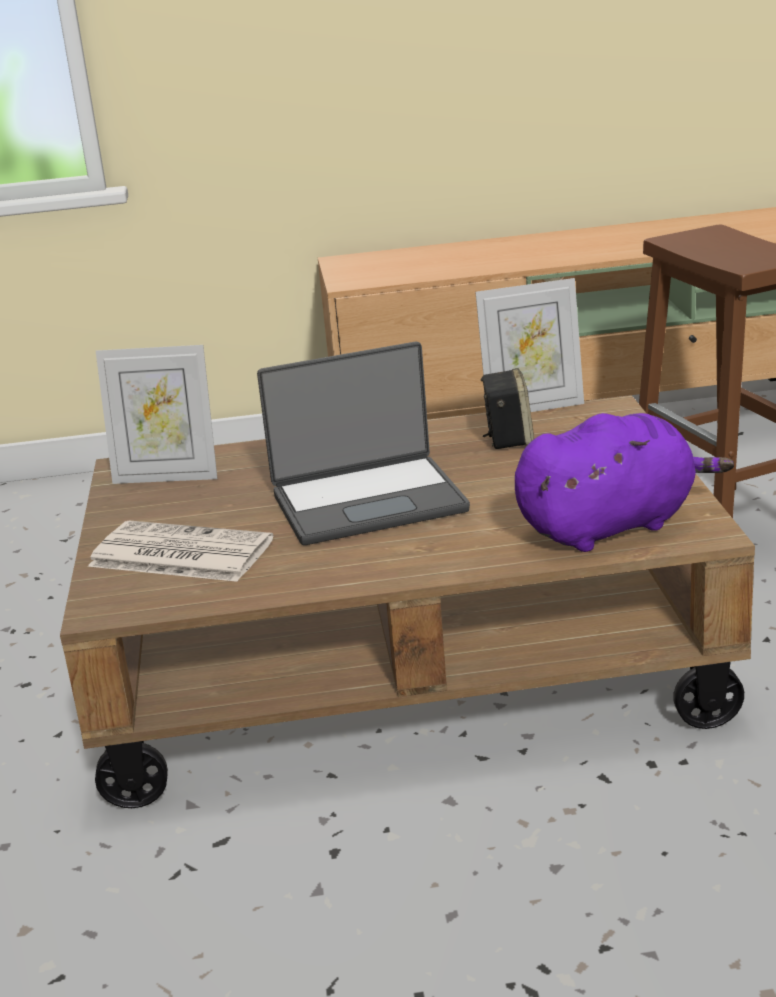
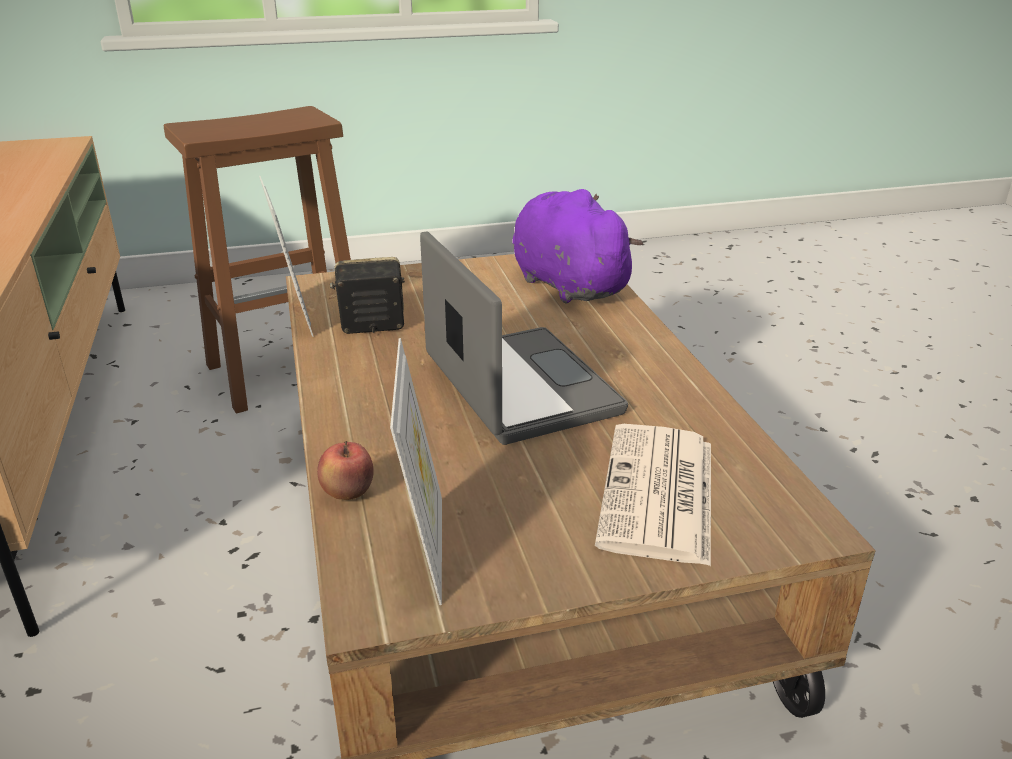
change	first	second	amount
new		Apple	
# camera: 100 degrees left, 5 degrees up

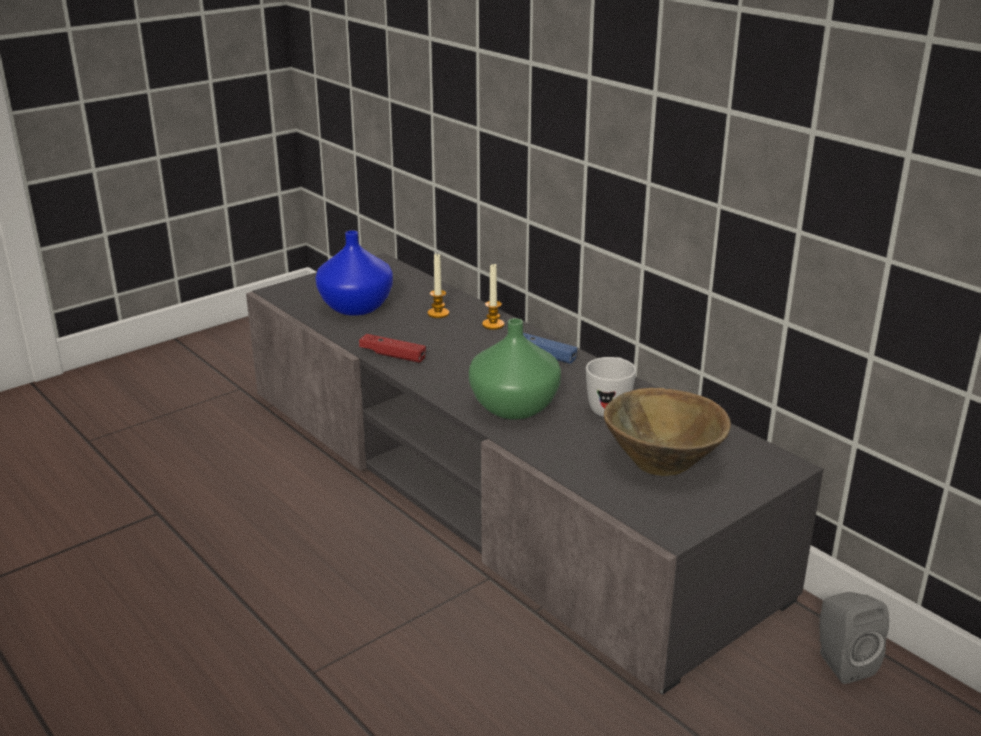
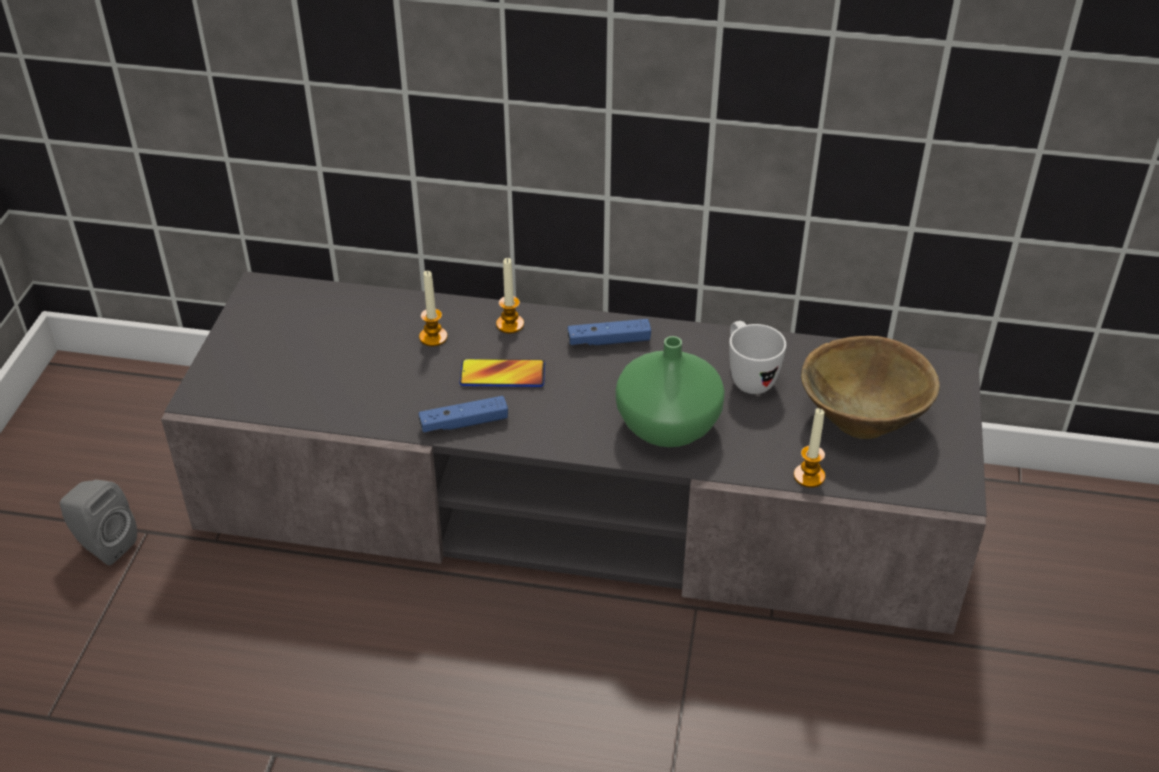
change	first	second	amount
gone	BlueVase		
new		Phone	
new		Candle (no. 3 from left)	
shifted	GreySpeaker		
repainted	RedGameController	BlueGameController (no. 1 from left)	
# camera: 40 degrees left, 15 degrees up

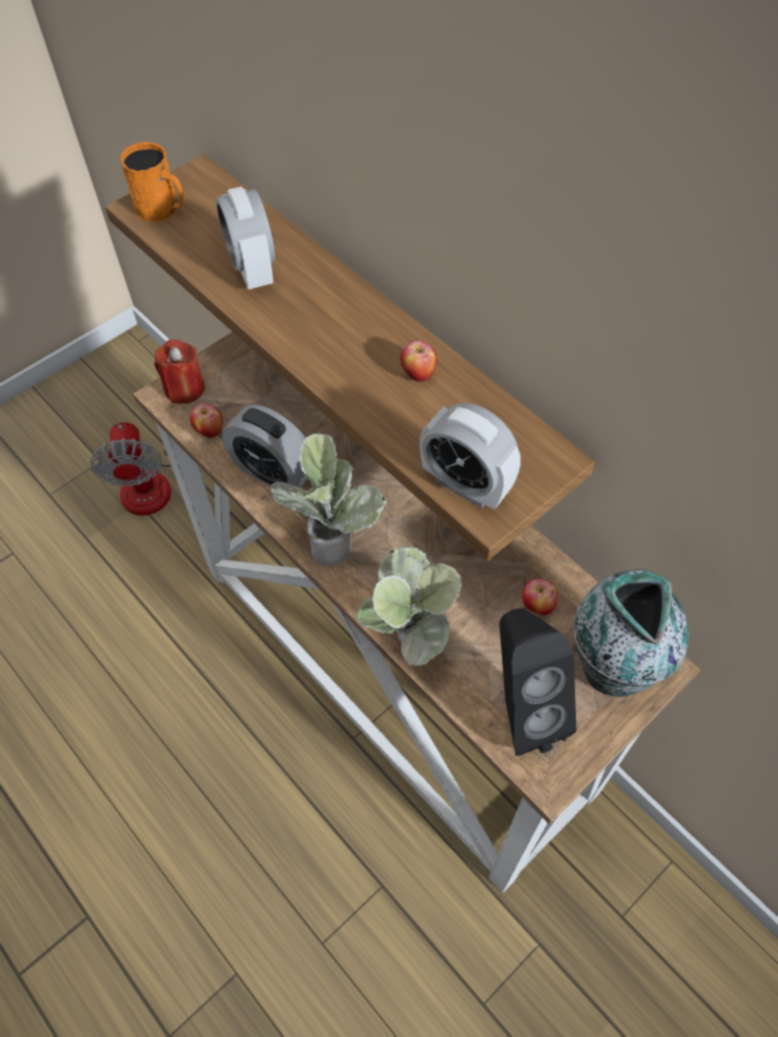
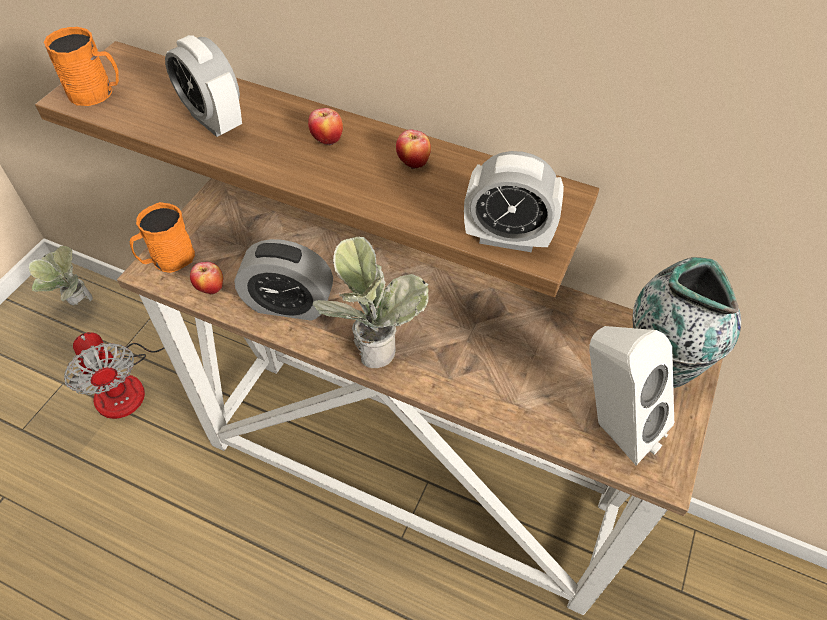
change	first	second	amount
shifted	PottedPlant (no. 2 from left in the first image)	PottedPlant (no. 1 from left)	
shifted	Apple (no. 3 from left in the first image)	Apple (no. 2 from left)	
swapped	RedCandle	OrangeMug (no. 2 from left)	
repainted	BlackSpeaker	WhiteSpeaker	
# camera: 25 degrees left, 5 degrees down

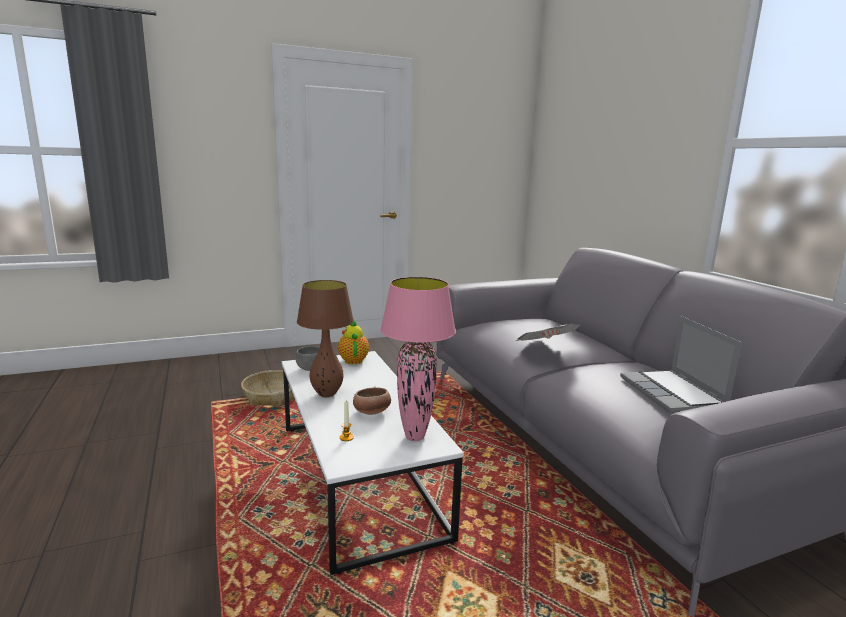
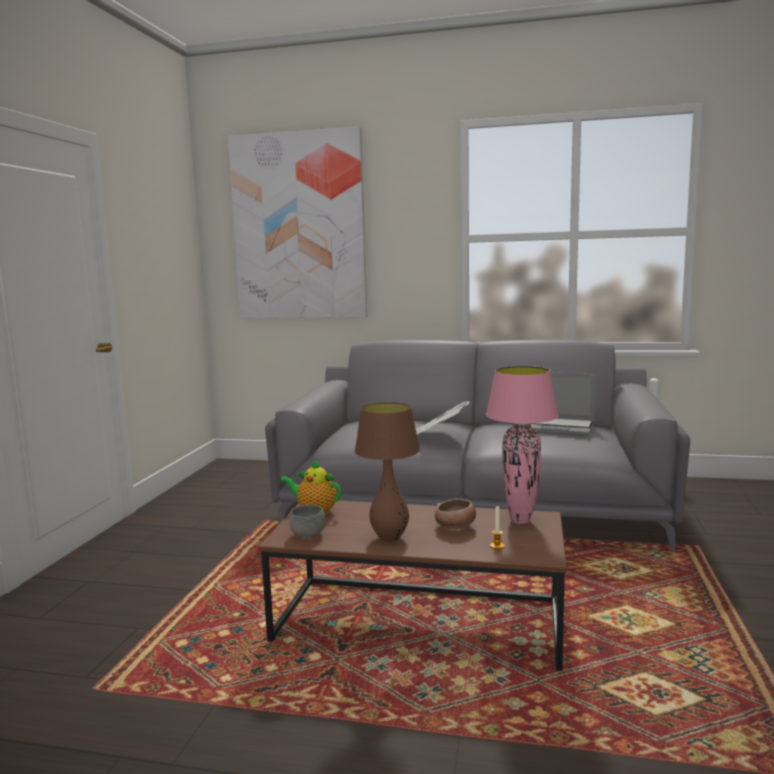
change	first	second	amount
gone	Basket		
new		Picture	
repainted	WhiteCoffeeTable	BrownCoffeeTable	
# camera: 55 degrees left, 5 degrees down

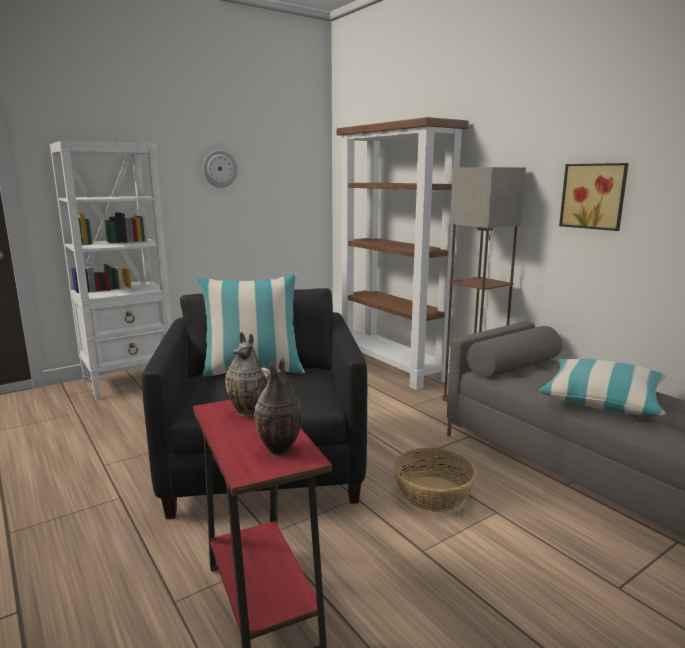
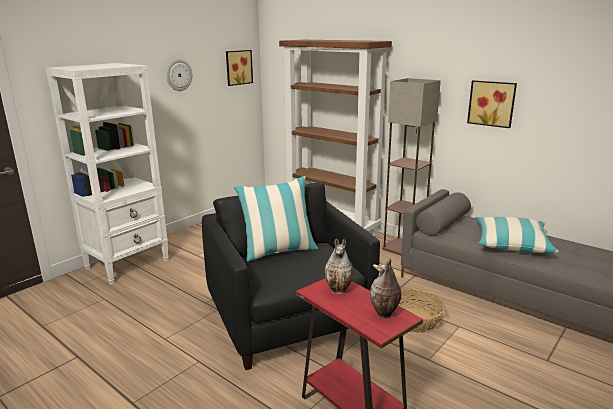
change	first	second	amount
new		Picture (no. 1 from left)	
# camera: 15 degrees left, 5 degrees up

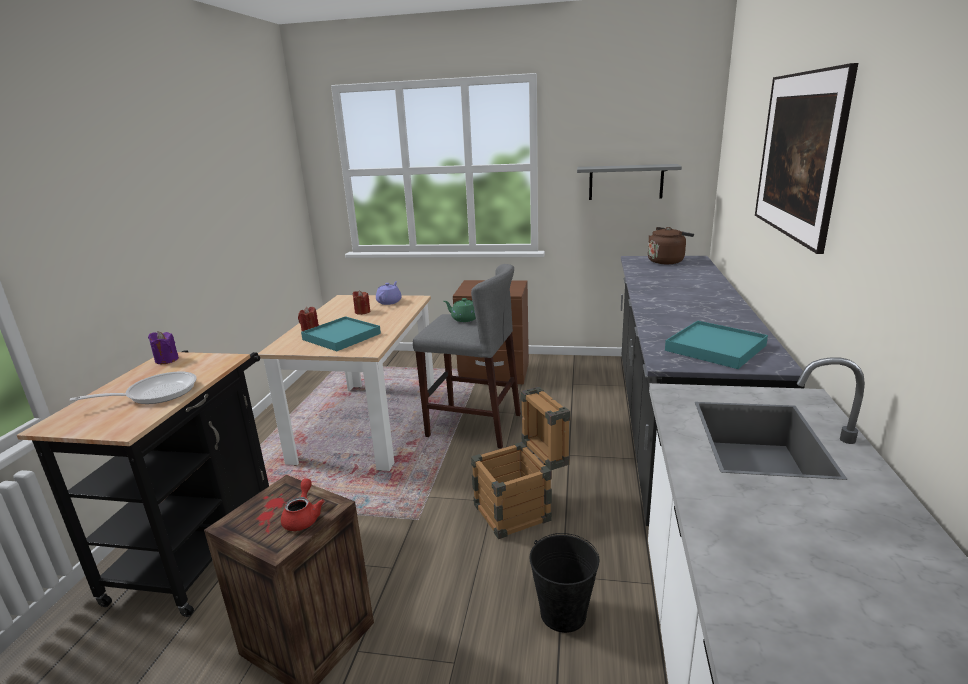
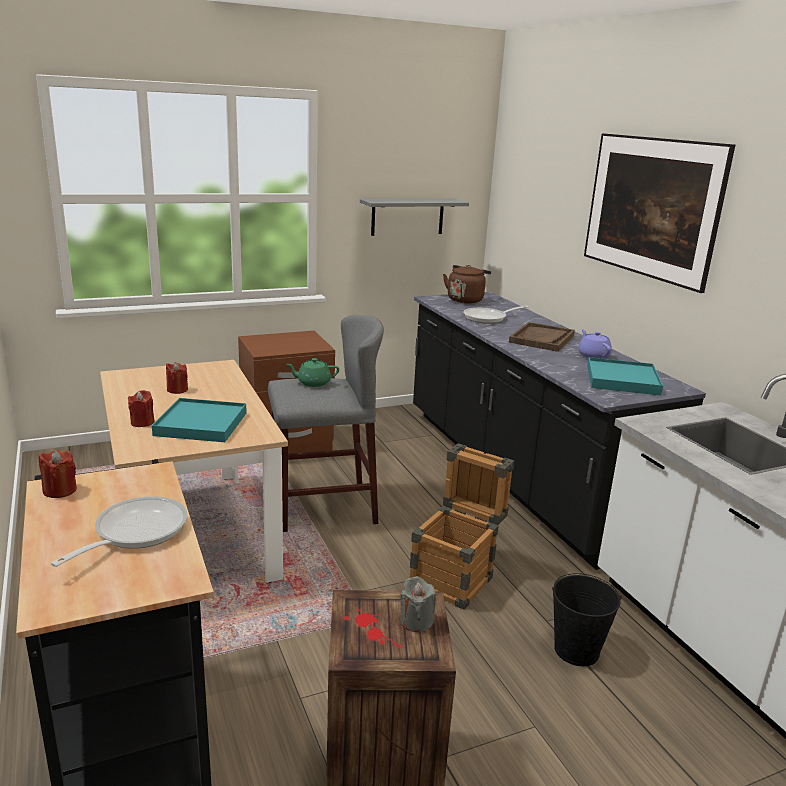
change	first	second	amount
new		FryingPan (no. 2 from left)	
new		BrownTray	
shifted	PurpleTeapot		
swapped	RedTeapot	GreyCandle	
repainted	PurpleCandle	RedCandle (no. 1 from left)	
# camera: 35 degrees left, 0 degrees up

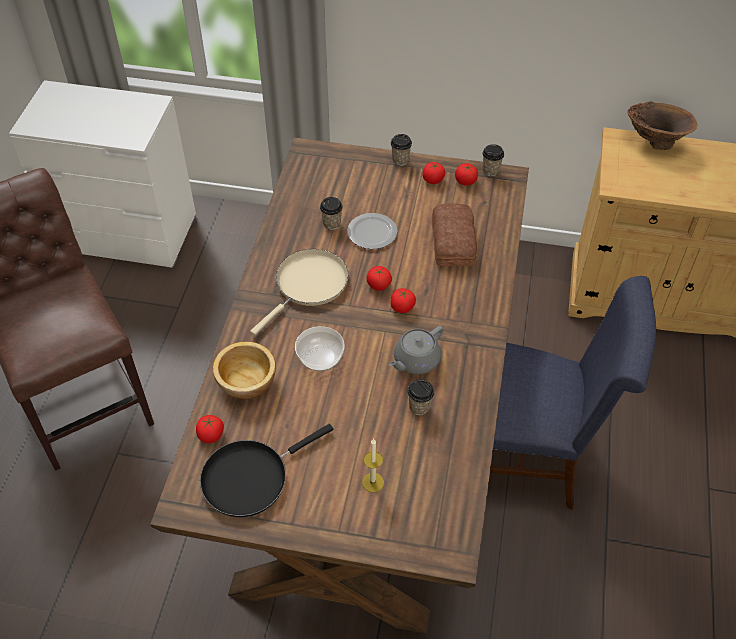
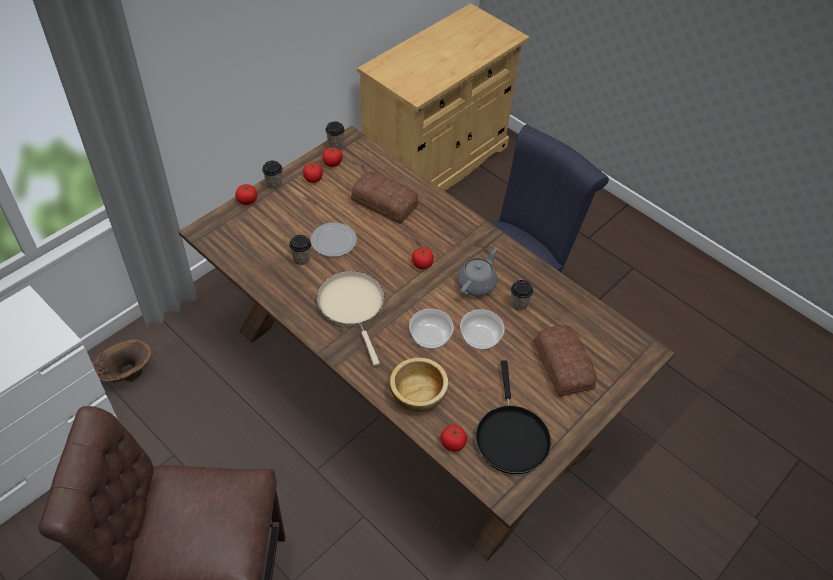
change	first	second	amount
new		Bowl (no. 3 from left)	
shifted	Tomato (no. 2 from left in the first image)	Tomato (no. 1 from left)	
shifted	BrownVase		
swapped	Candle	Bread (no. 2 from left)	
rotated	GreyTeapot		135 degrees counterclockwise
# camera: 60 degrees left, 0 degrees up

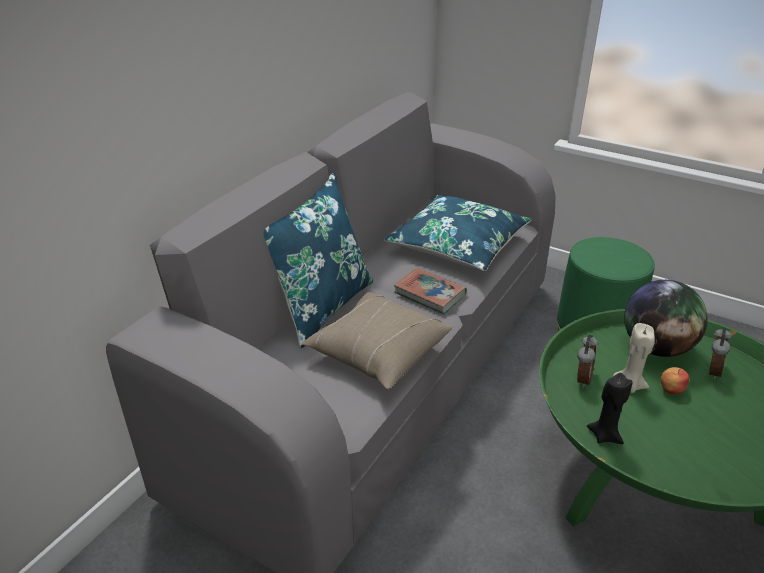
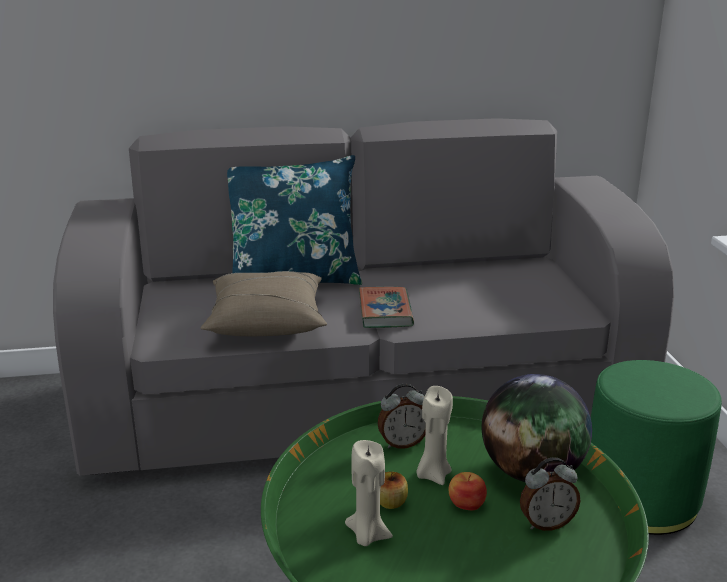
change	first	second	amount
gone	BluePillow (no. 2 from left)		
gone	BlackCandle		
new		BeigeCandle (no. 1 from left)	
new		Apple (no. 1 from left)	
# camera: 50 degrees right, 10 degrees down

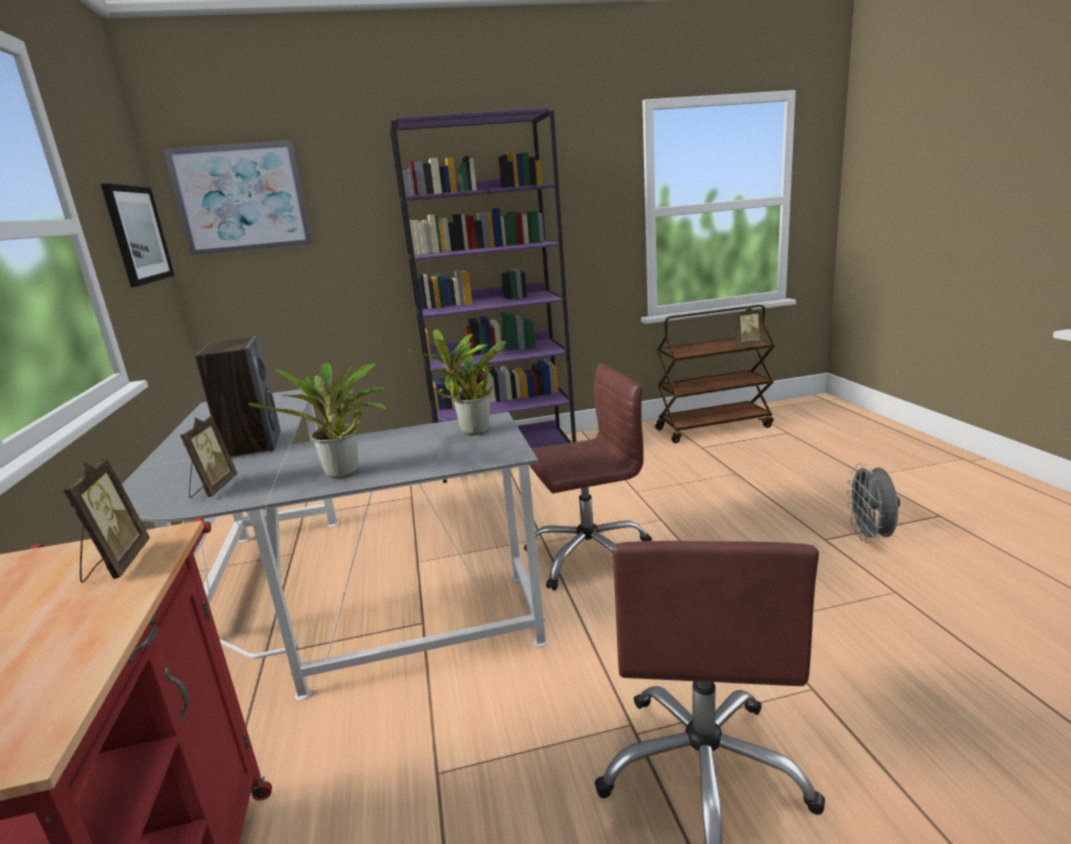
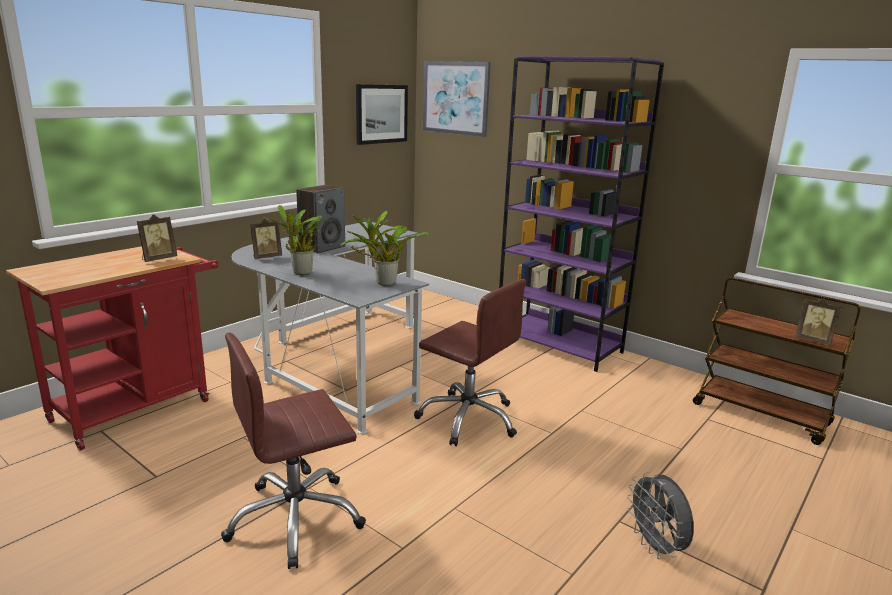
change	first	second	amount
rotated	GreyFan		75 degrees counterclockwise
# camera: 50 degrees right, 0 degrees up

